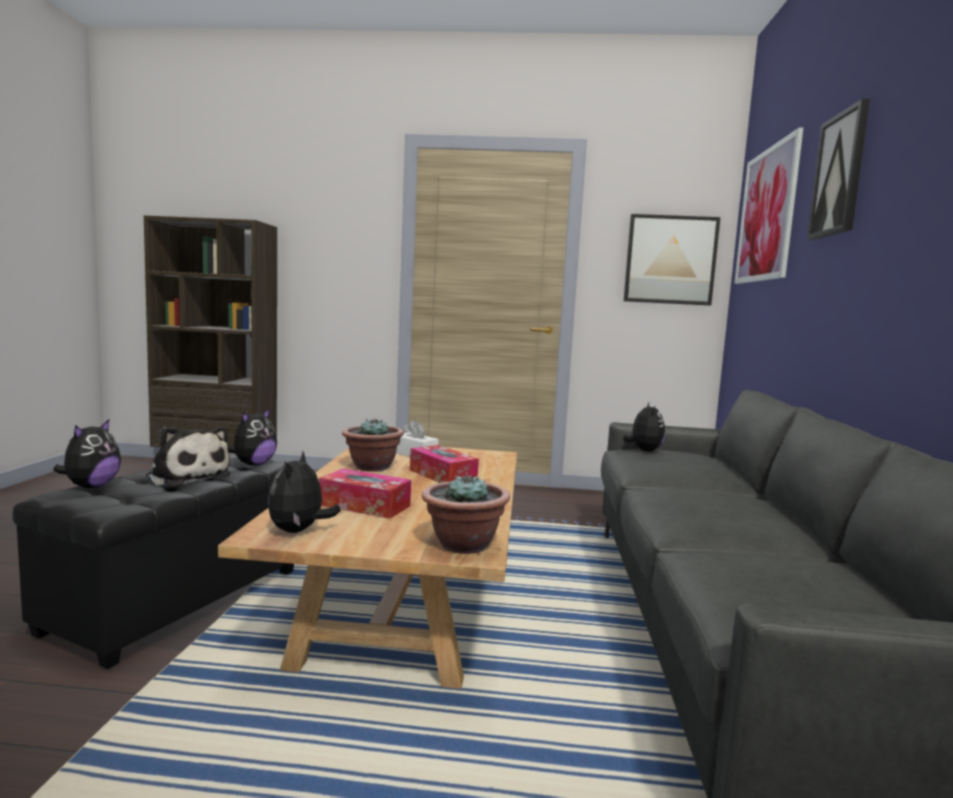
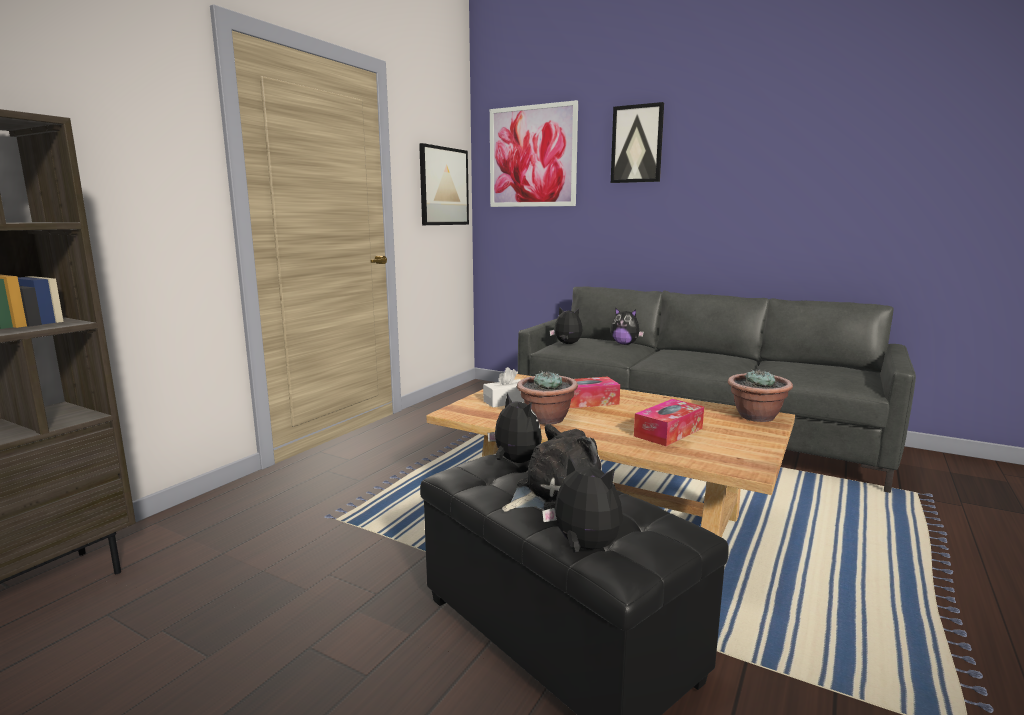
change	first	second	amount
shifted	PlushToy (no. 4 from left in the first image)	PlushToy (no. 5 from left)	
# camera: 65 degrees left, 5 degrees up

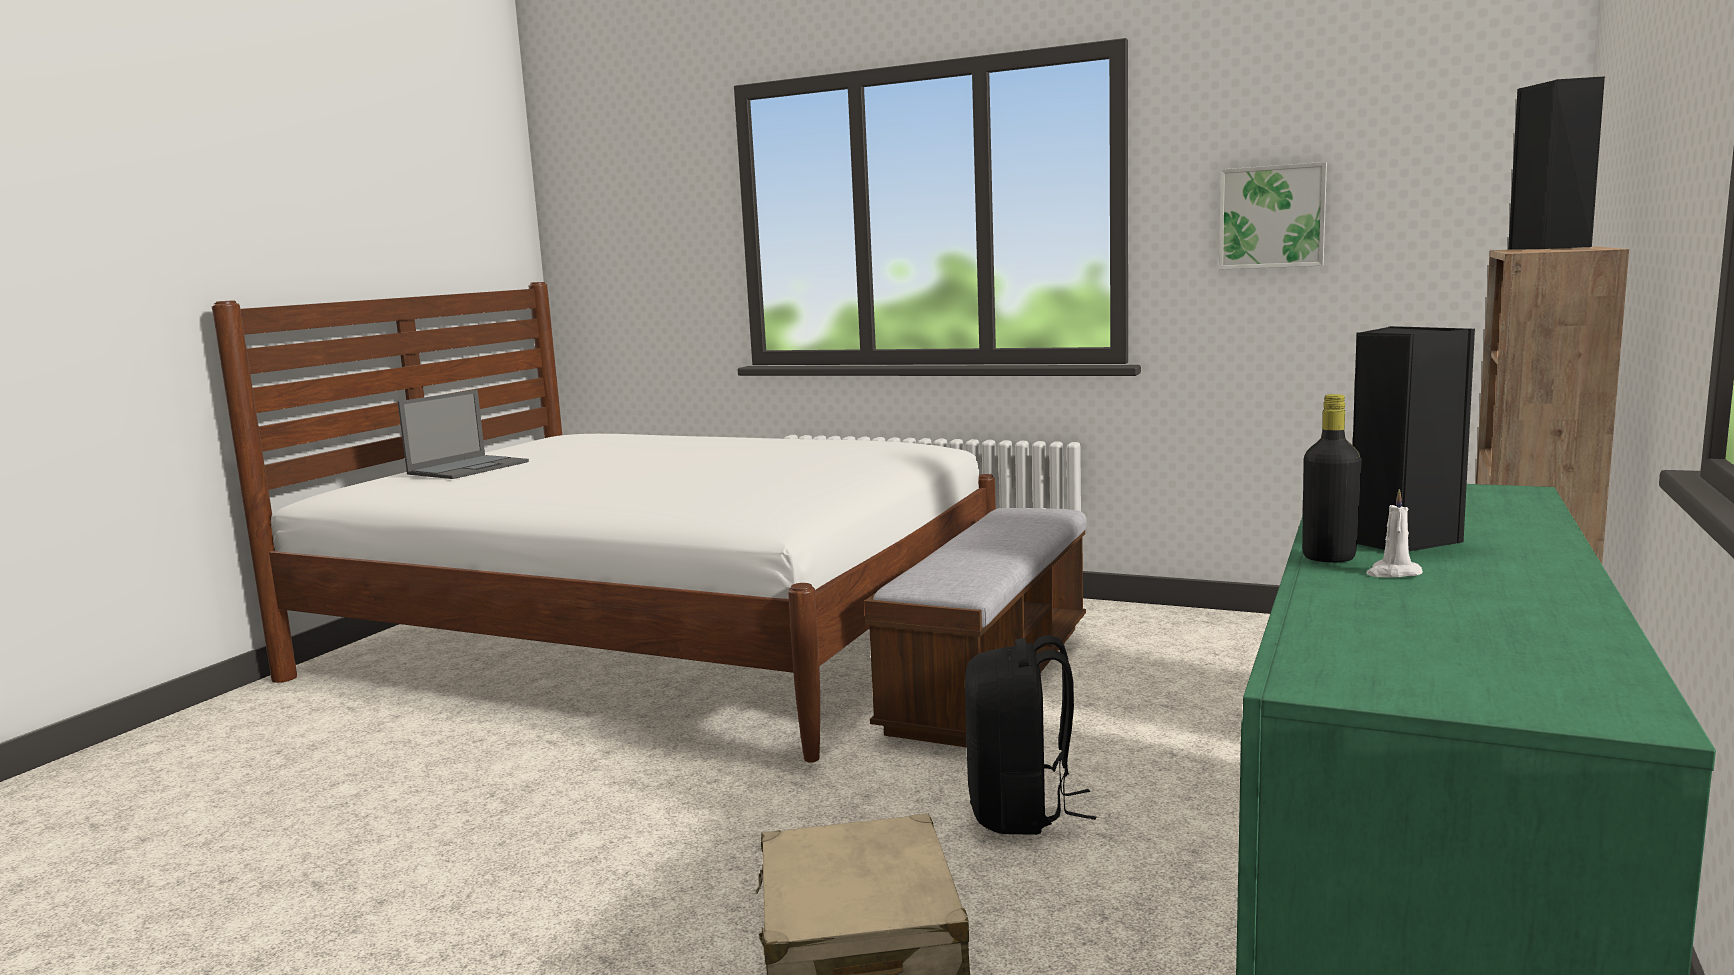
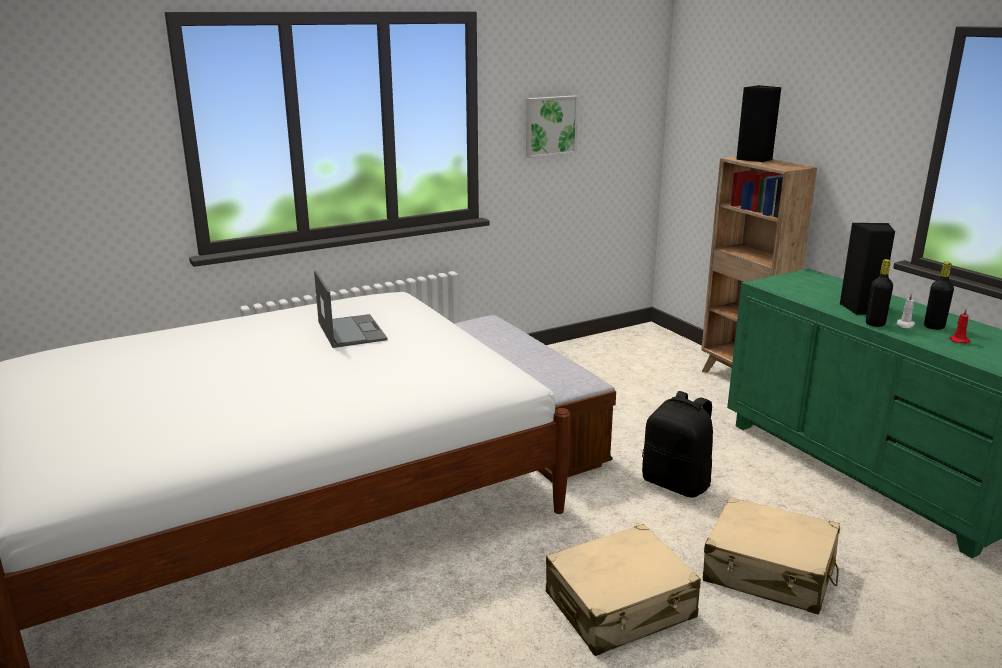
change	first	second	amount
new		BeigeSuitcase (no. 1 from left)	
new		BlackBottle (no. 2 from left)	
new		RedCandle	
shifted	Laptop		
# camera: 55 degrees left, 10 degrees up

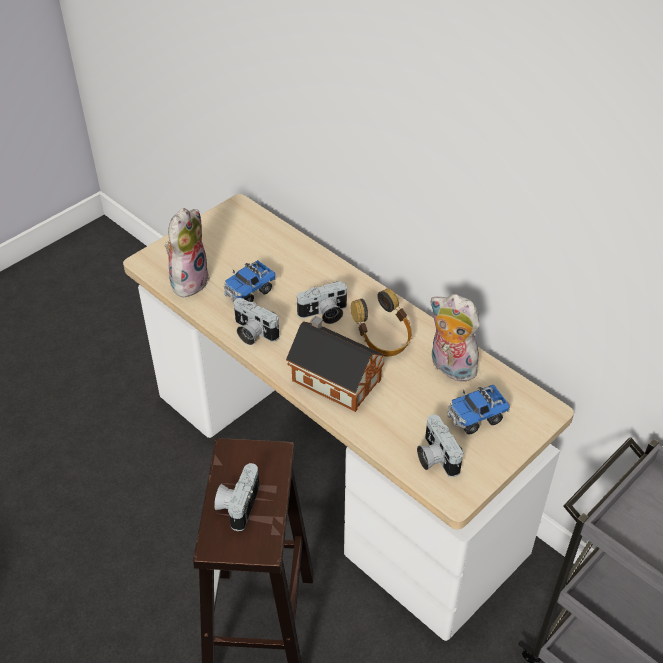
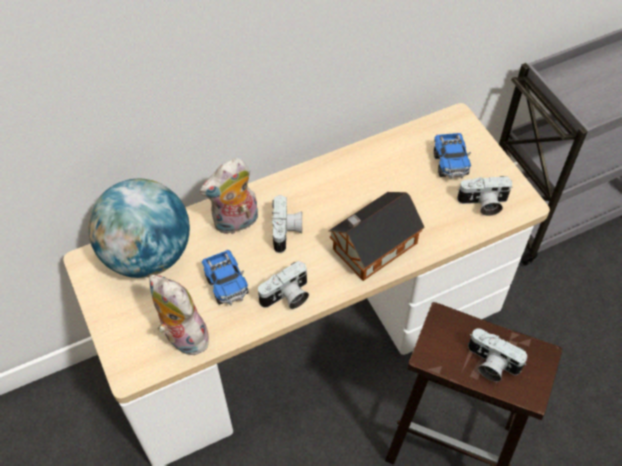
change	first	second	amount
gone	Headphones		
new		Globe	
shifted	PlushToy (no. 2 from left)		
# camera: 70 degrees left, 10 degrees up

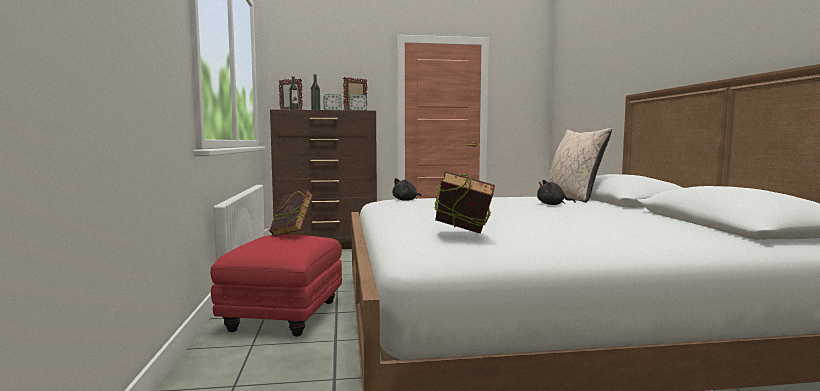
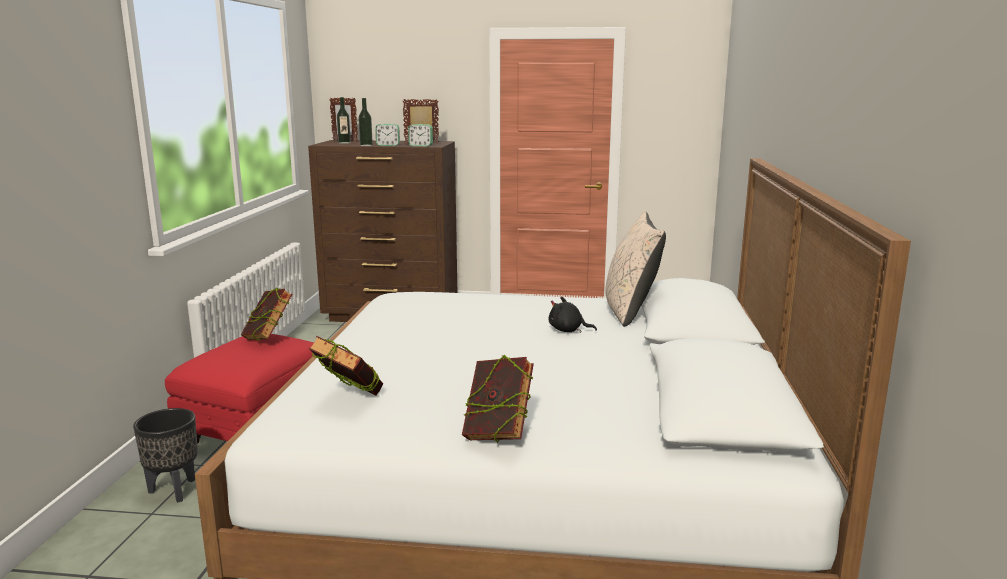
change	first	second	amount
gone	BlackPlushToy (no. 1 from left)		
new		BlackPlanter	
new		Book (no. 3 from left)	
# camera: 15 degrees right, 10 degrees up

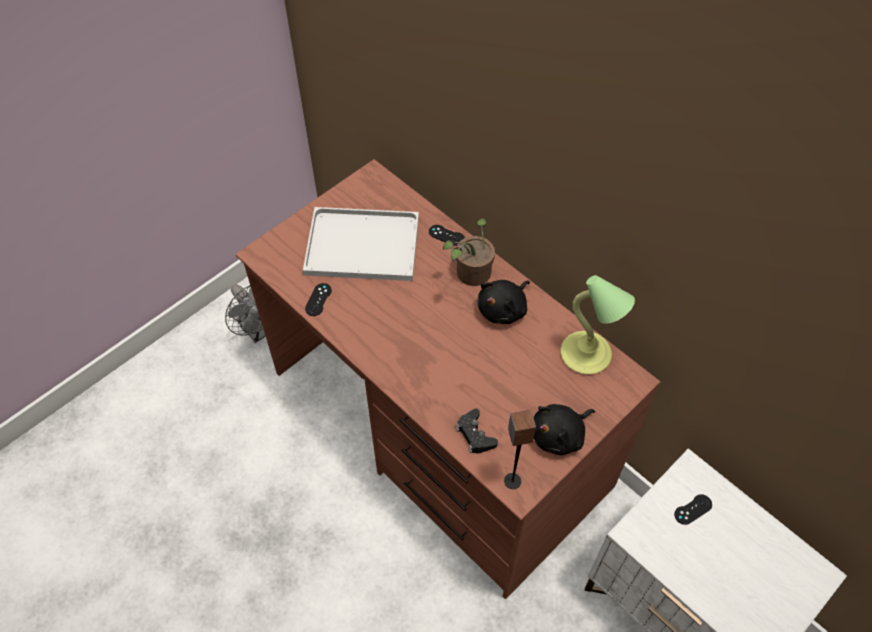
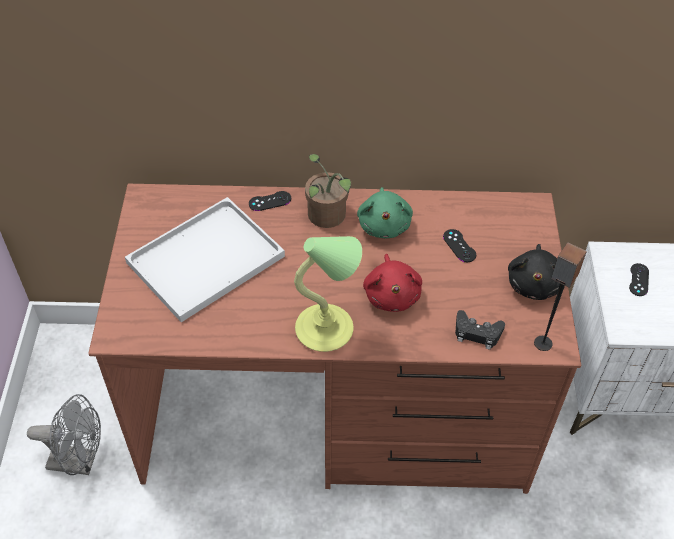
change	first	second	amount
new		RedPlushToy	
shifted	BlackGameController (no. 1 from left in the first image)	BlackGameController (no. 2 from left)	
shifted	TableLamp		
repainted	BlackPlushToy (no. 1 from left)	GreenPlushToy	
# camera: 45 degrees left, 5 degrees down

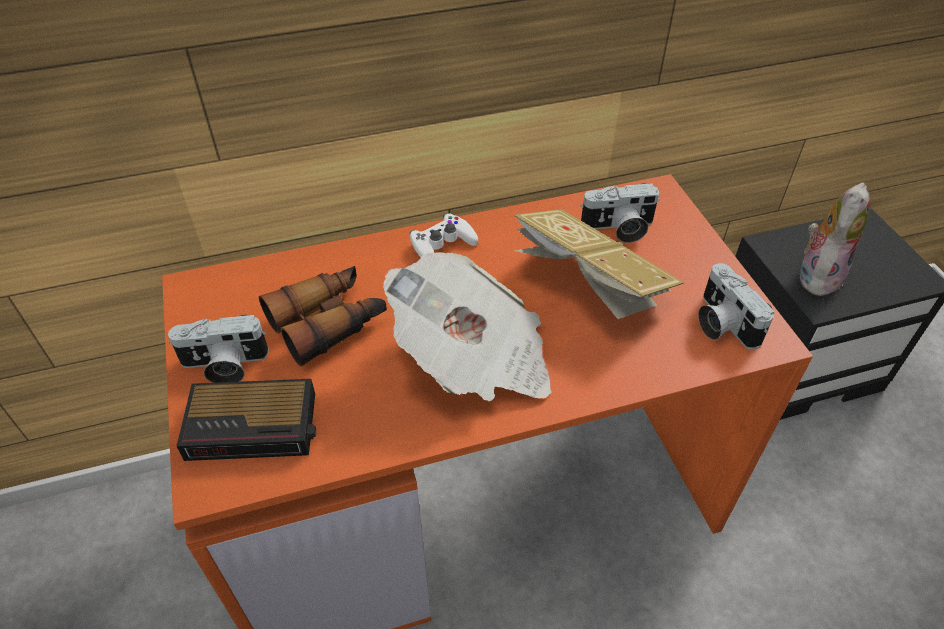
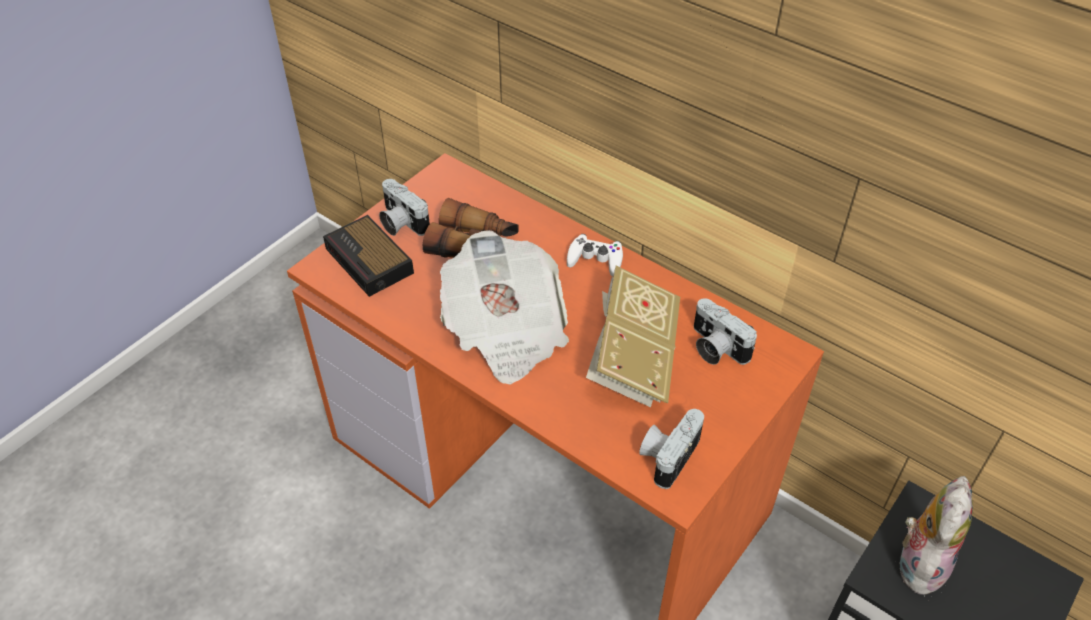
change	first	second	amount
rotated	PlushToy		60 degrees counterclockwise
# camera: 55 degrees right, 0 degrees up

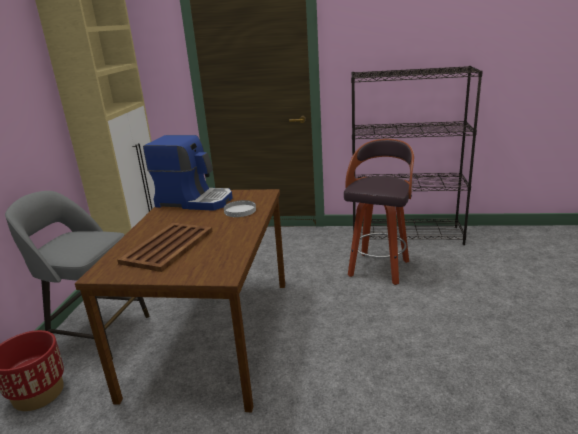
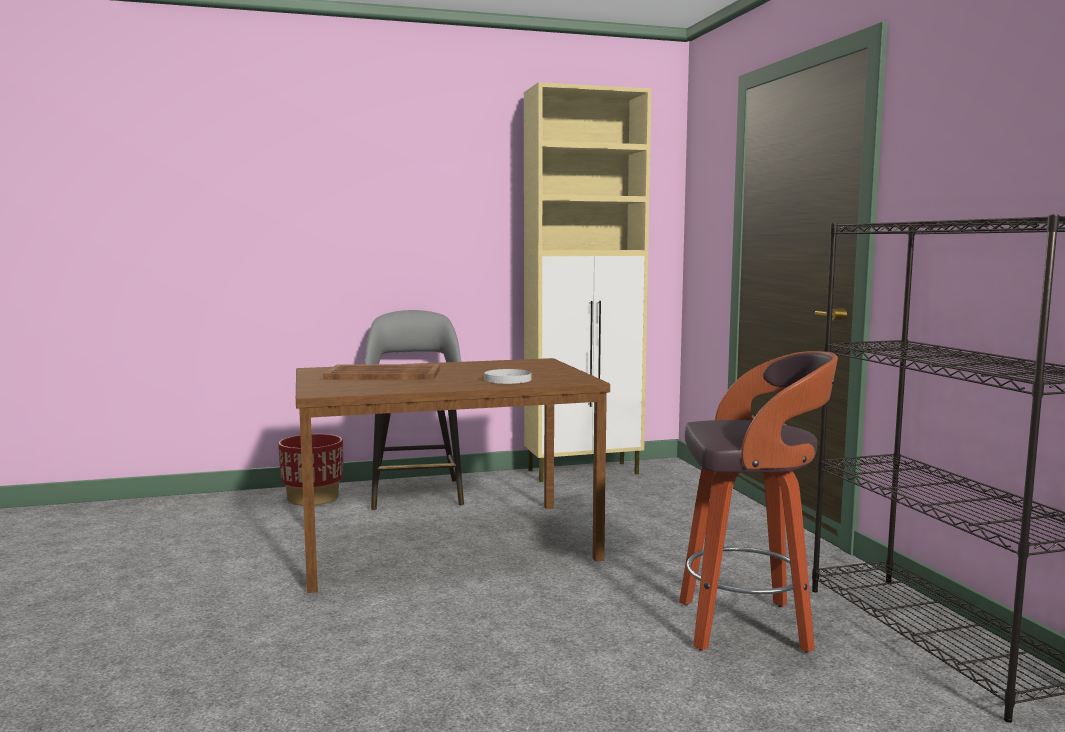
change	first	second	amount
gone	CoffeeMachine		
# camera: 65 degrees right, 15 degrees down

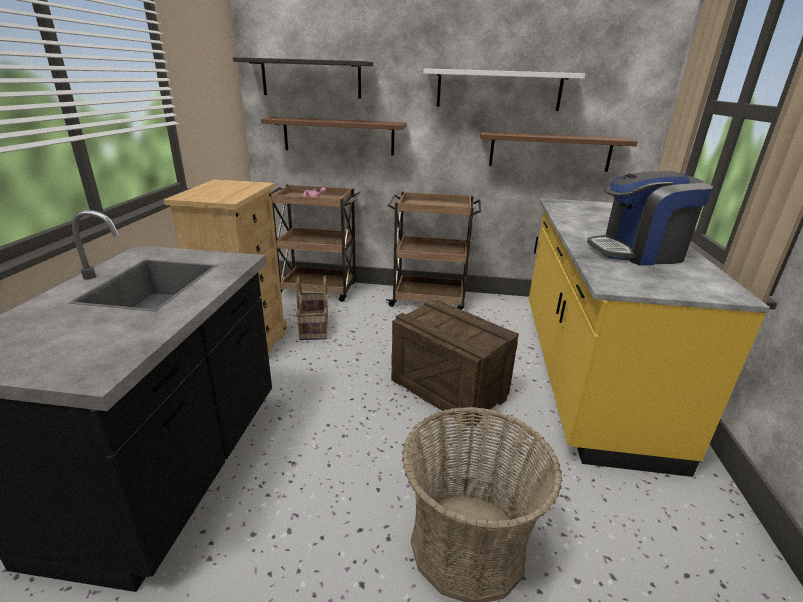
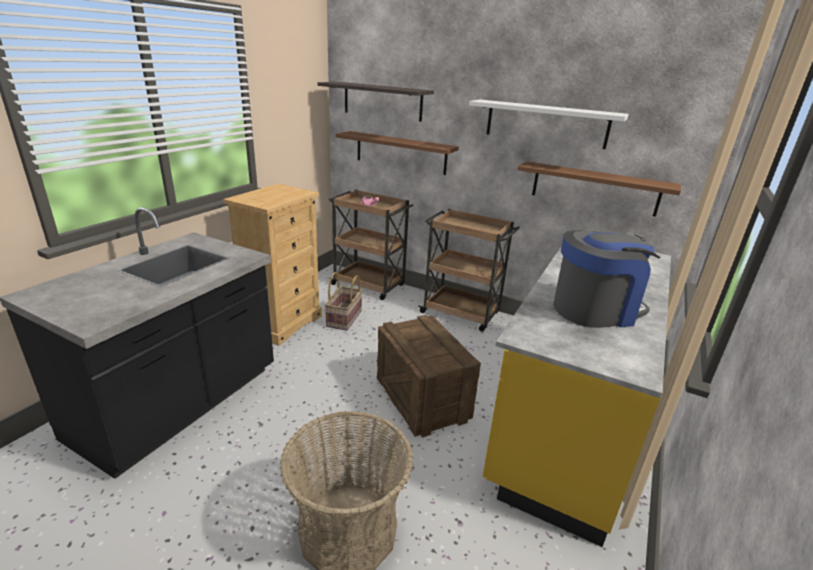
change	first	second	amount
rotated	CoffeeMachine		150 degrees clockwise
# camera: 20 degrees right, 0 degrees up

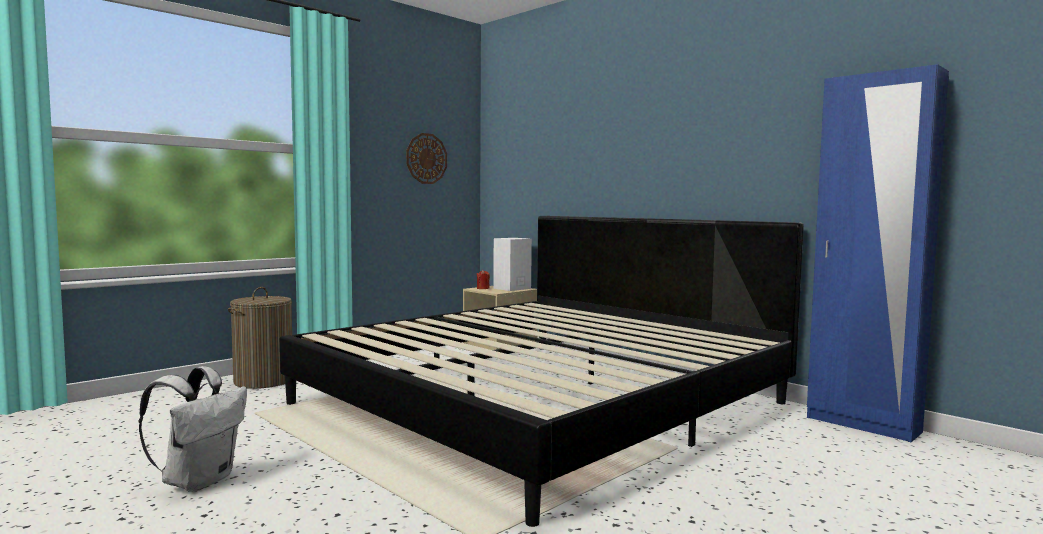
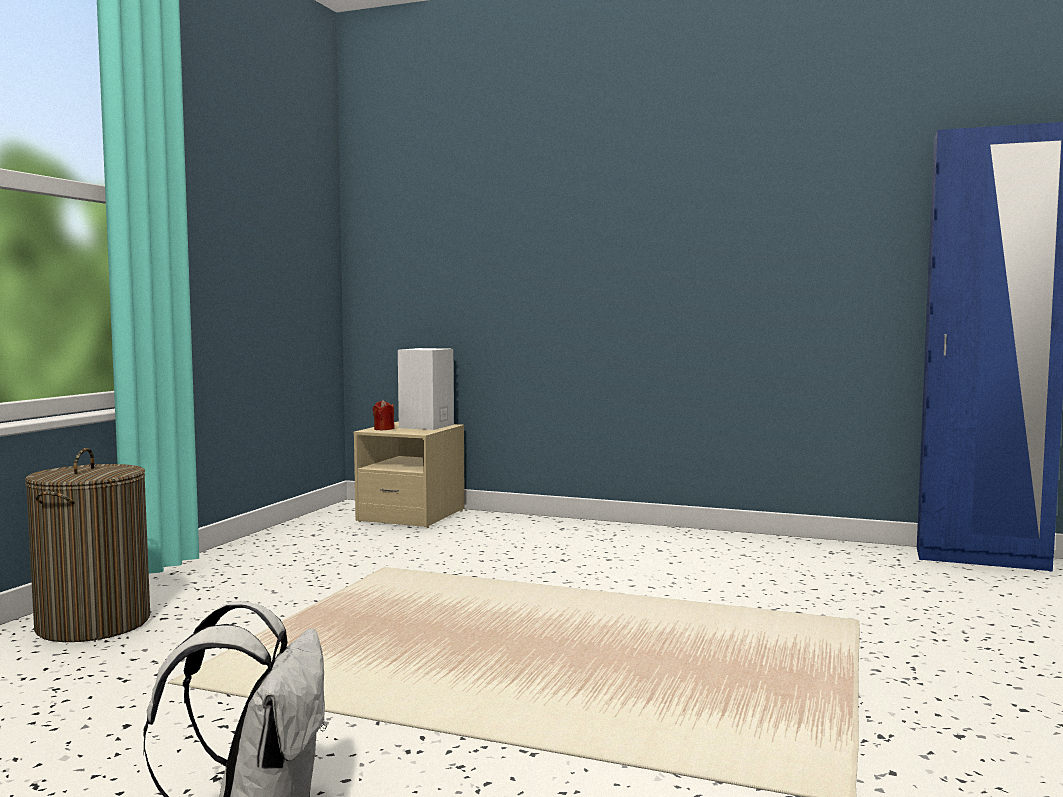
change	first	second	amount
gone	Bed		
gone	WallClock		
# camera: 25 degrees left, 0 degrees up

